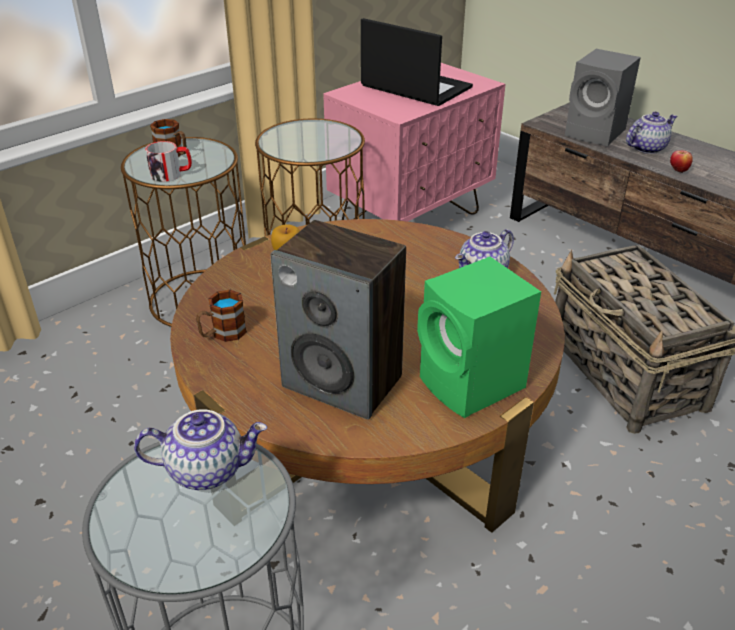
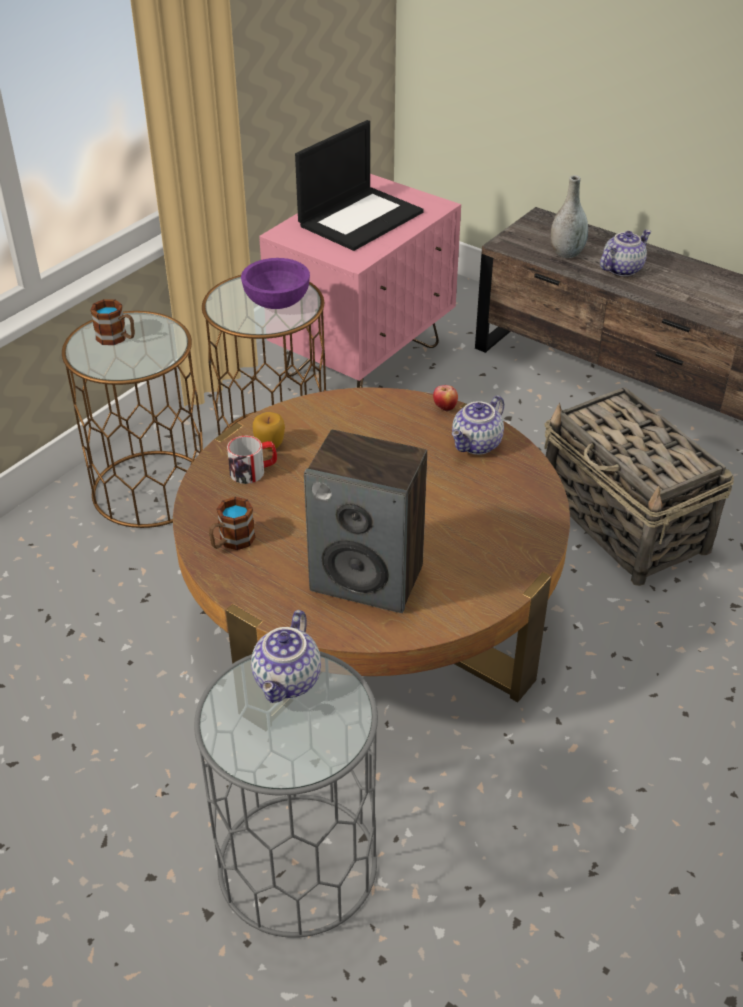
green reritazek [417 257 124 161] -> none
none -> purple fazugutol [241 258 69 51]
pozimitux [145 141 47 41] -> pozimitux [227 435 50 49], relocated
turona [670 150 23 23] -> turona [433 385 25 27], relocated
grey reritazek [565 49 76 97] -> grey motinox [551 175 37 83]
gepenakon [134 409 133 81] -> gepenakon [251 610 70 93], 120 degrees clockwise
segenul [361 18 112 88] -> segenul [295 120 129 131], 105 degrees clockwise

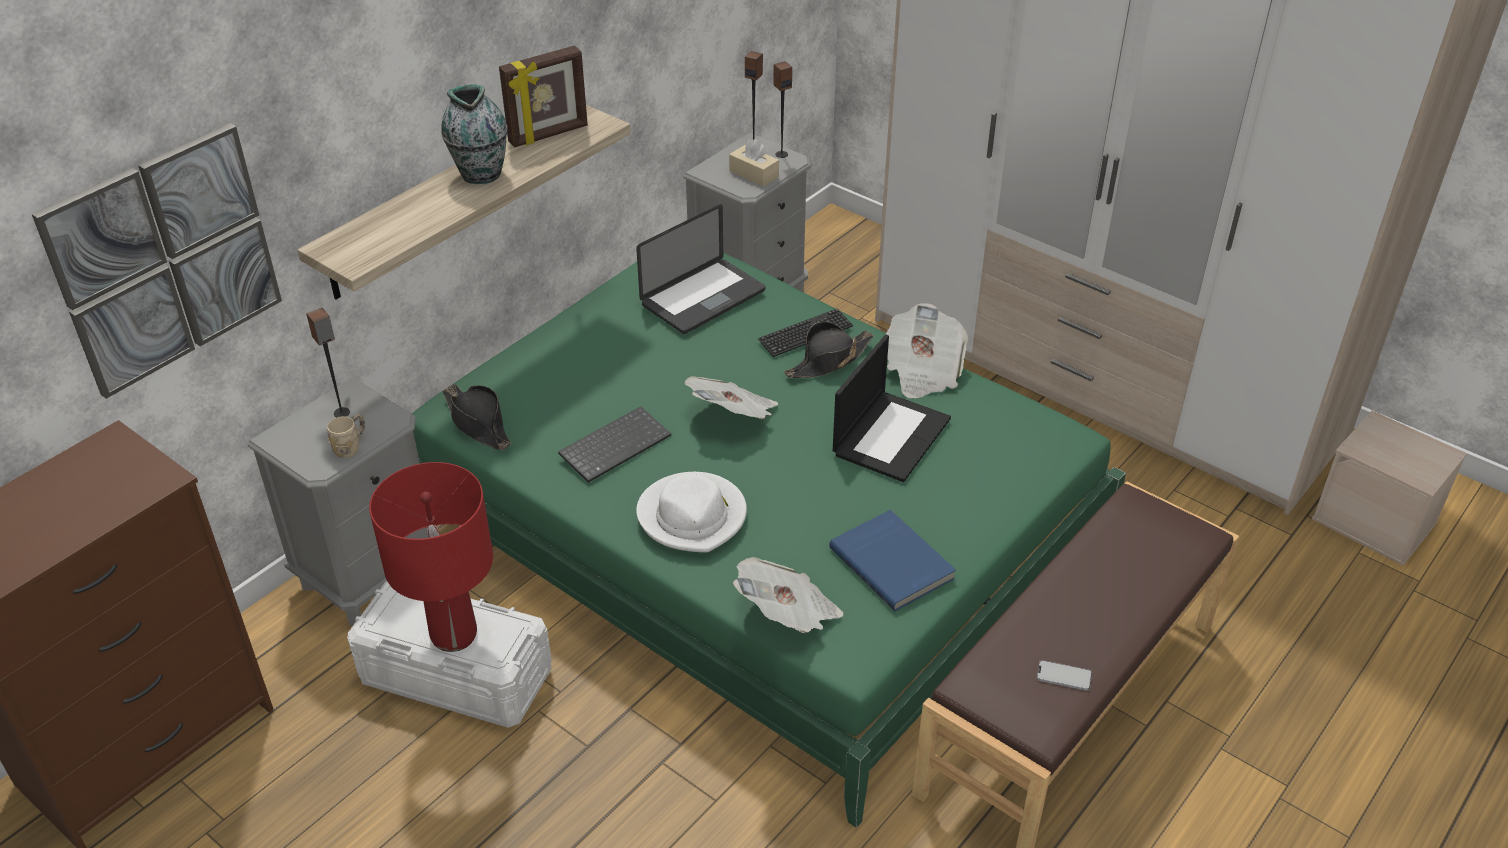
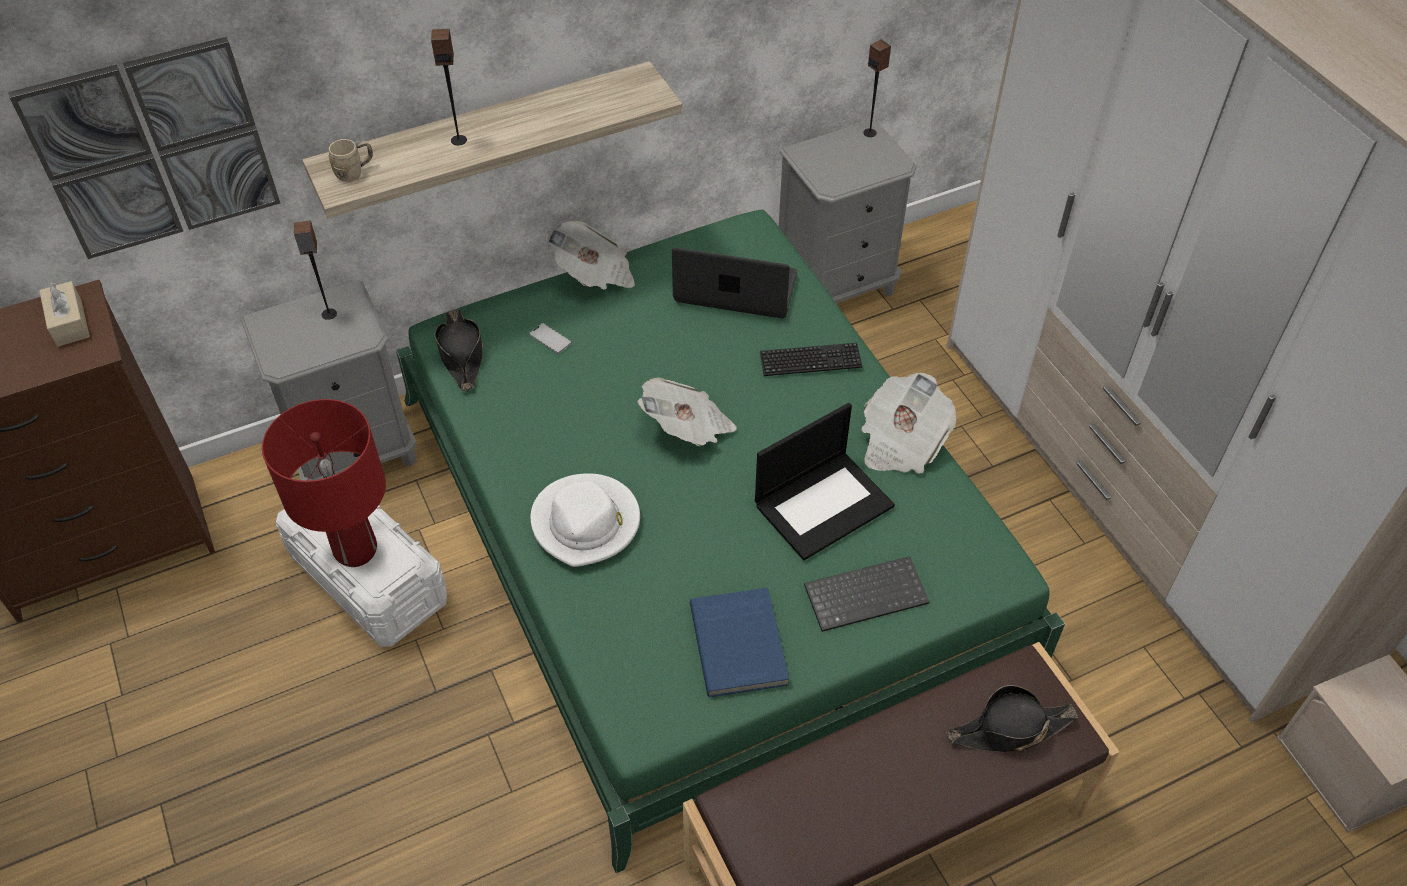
motinox [441 84 66 100] -> none
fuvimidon [499 46 89 101] -> none
beige pozimitux [327 414 38 44] -> beige pozimitux [329 139 44 43], relocated
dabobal [558 406 113 77] -> dabobal [804 556 126 76], relocated
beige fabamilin [729 139 50 48] -> beige fabamilin [39 281 51 66], relocated
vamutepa [733 557 110 76] -> vamutepa [547 221 88 69], relocated
reritazek [773 61 19 97] -> reritazek [431 29 36 116], relocated
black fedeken [785 321 88 57] -> black fedeken [946 685 132 67], relocated
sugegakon [1037 660 55 31] -> sugegakon [529 323 43 31], relocated
segenul [636 204 129 130] -> segenul [672 247 125 71], 150 degrees counterclockwise

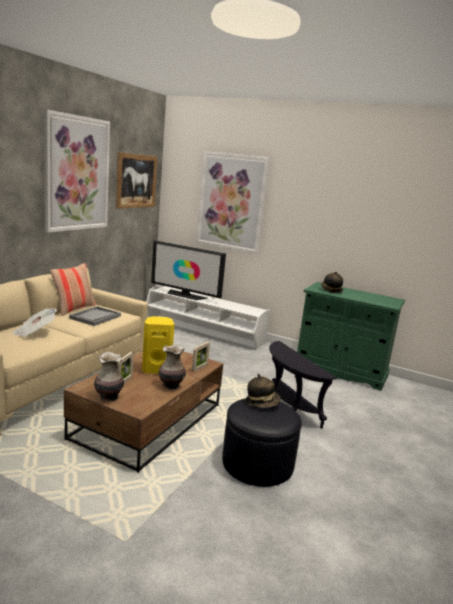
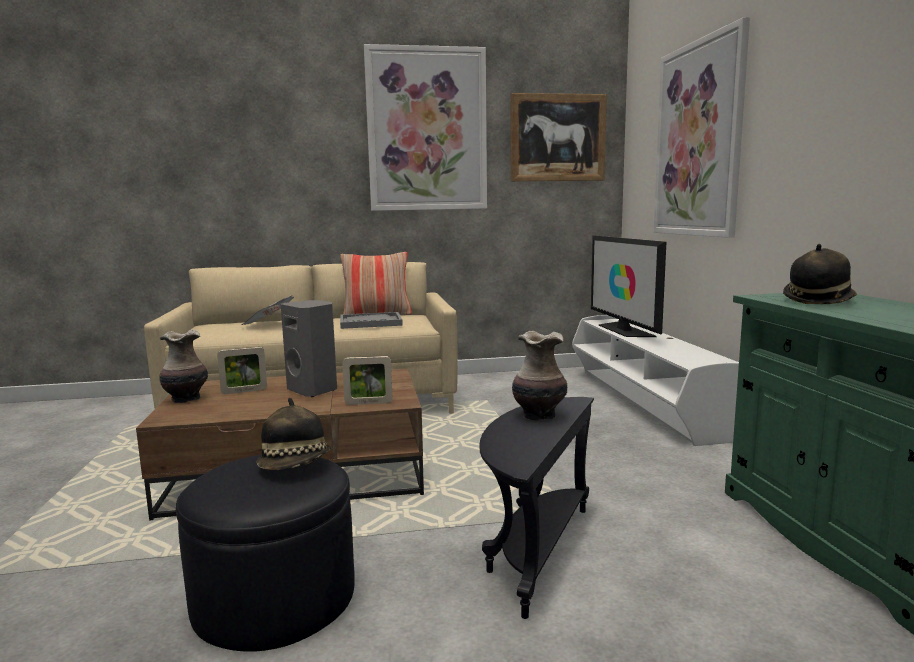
motinox [159 344 27 46] -> motinox [512 331 55 90], relocated
yellow reritazek [142 316 33 58] -> grey reritazek [281 300 56 97]

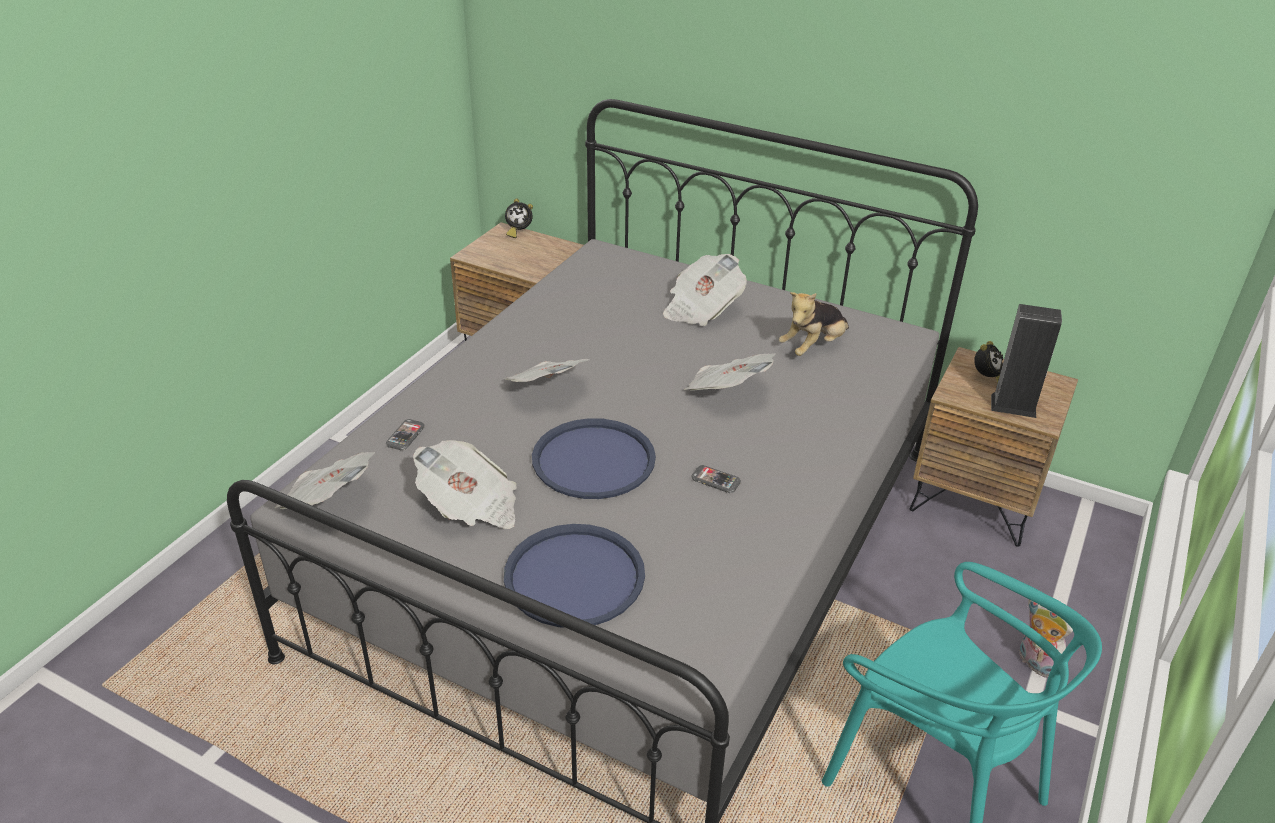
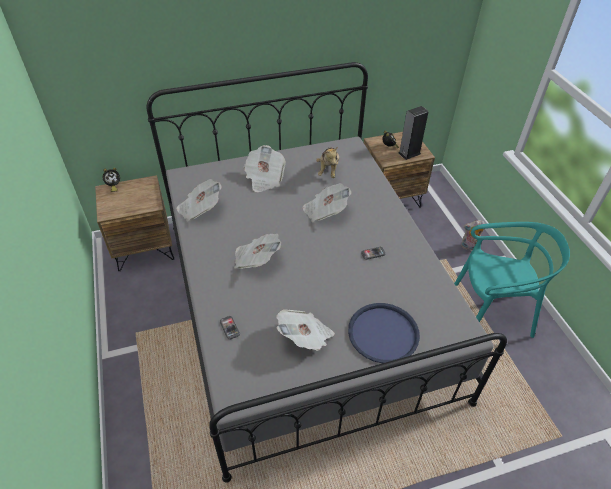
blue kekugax [532 418 124 81] -> none
vamutepa [275 452 100 57] -> vamutepa [177 179 45 43], relocated

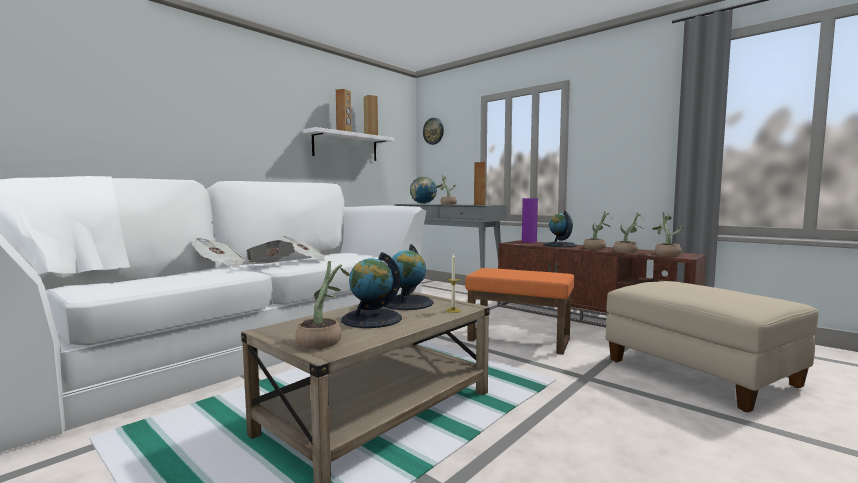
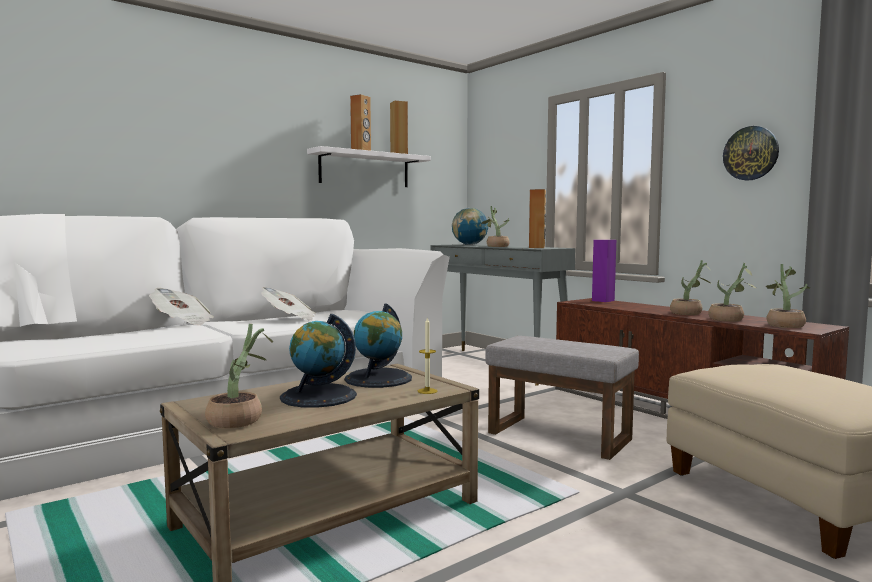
vamutepa [246 240 49 23] -> none
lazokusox [544 210 33 37] -> none
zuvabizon [423 118 21 27] -> zuvabizon [723 126 56 54], relocated
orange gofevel [465 268 109 87] -> grey gofevel [486 336 153 124]

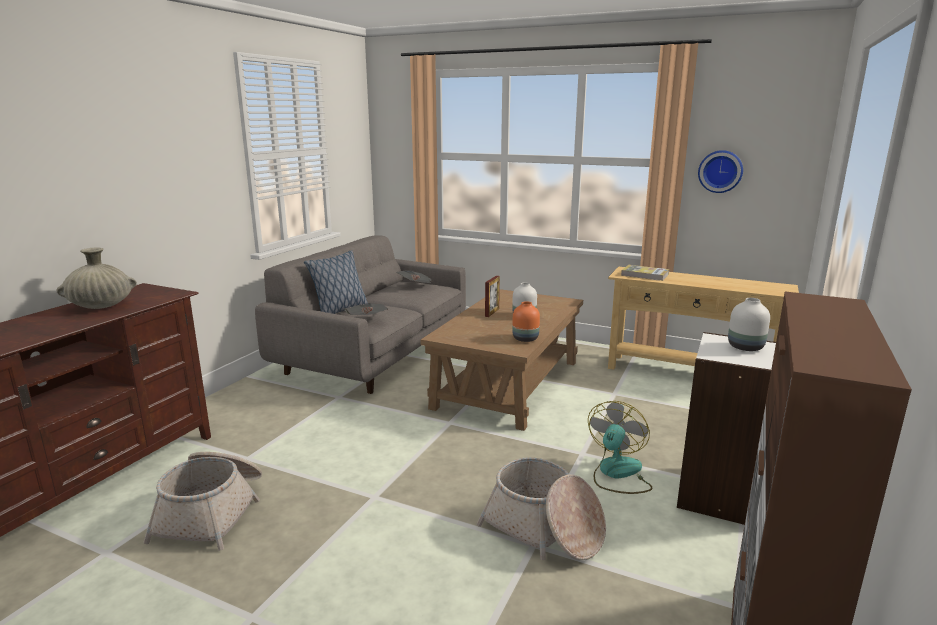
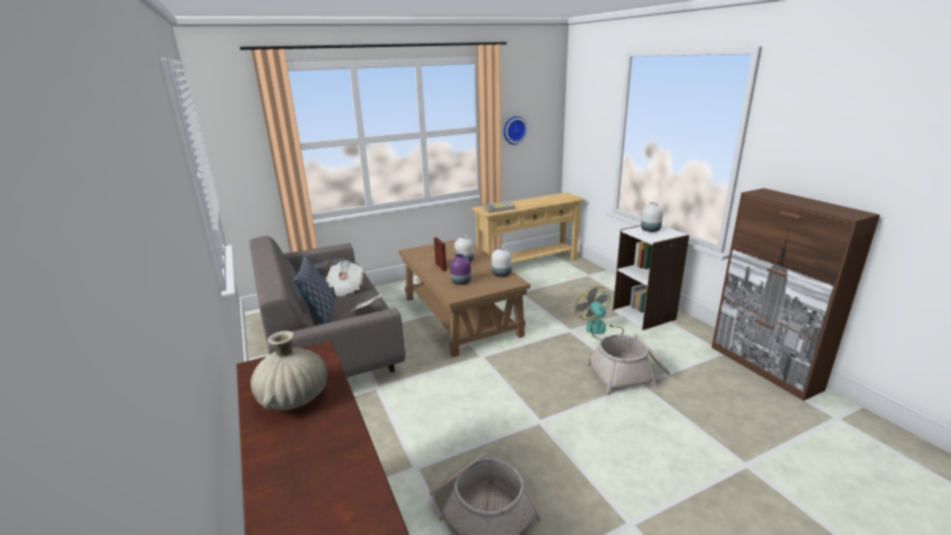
none -> vamutepa [326 260 37 36]
none -> purple motinox [450 254 21 31]
orange motinox [512 301 28 41] -> white motinox [491 247 21 30]

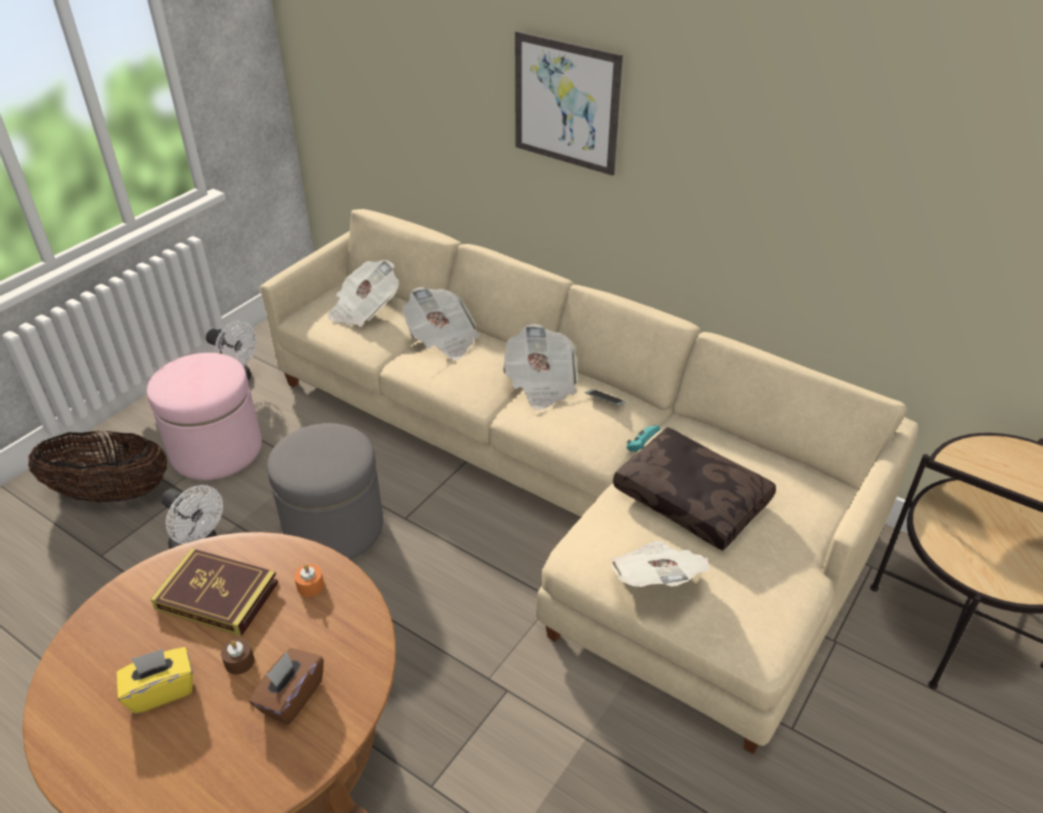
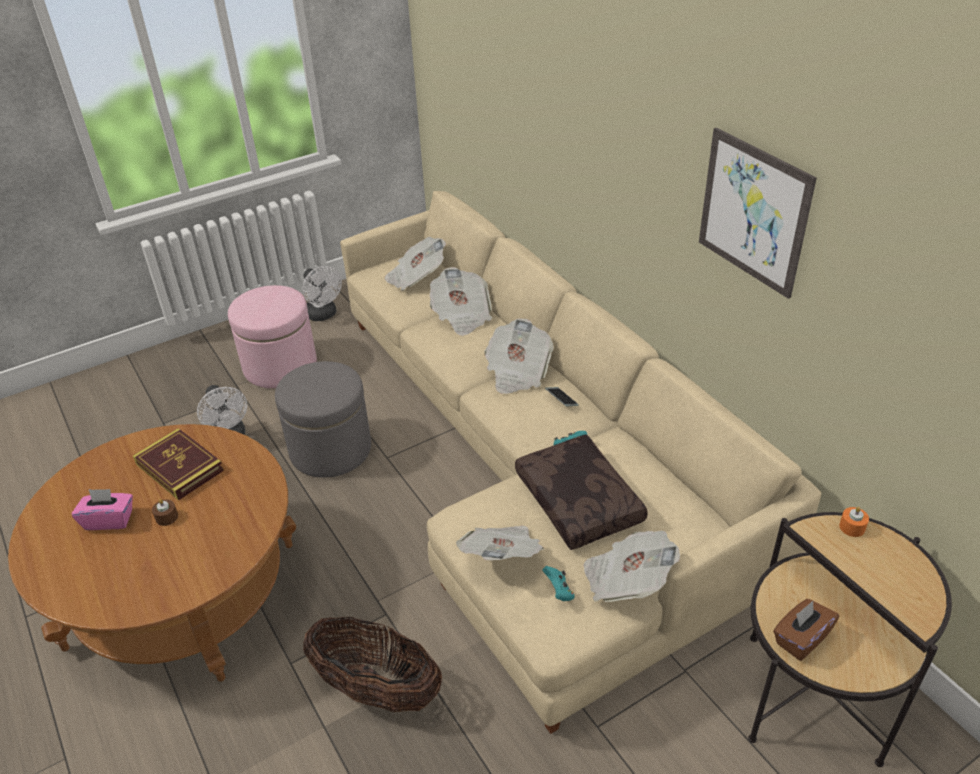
none -> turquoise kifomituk [542 566 33 35]
none -> vamutepa [583 531 97 71]
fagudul [28 431 139 72] -> fagudul [303 616 139 96], relocated
brown fabamilin [249 648 75 77] -> brown fabamilin [773 599 66 62], relocated
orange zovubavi [294 564 30 33] -> orange zovubavi [839 507 30 30], relocated
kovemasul [515 31 108 145] -> kovemasul [699 128 118 171], relocated
yellow fabamilin [117 647 76 67] -> pink fabamilin [71 489 62 41]

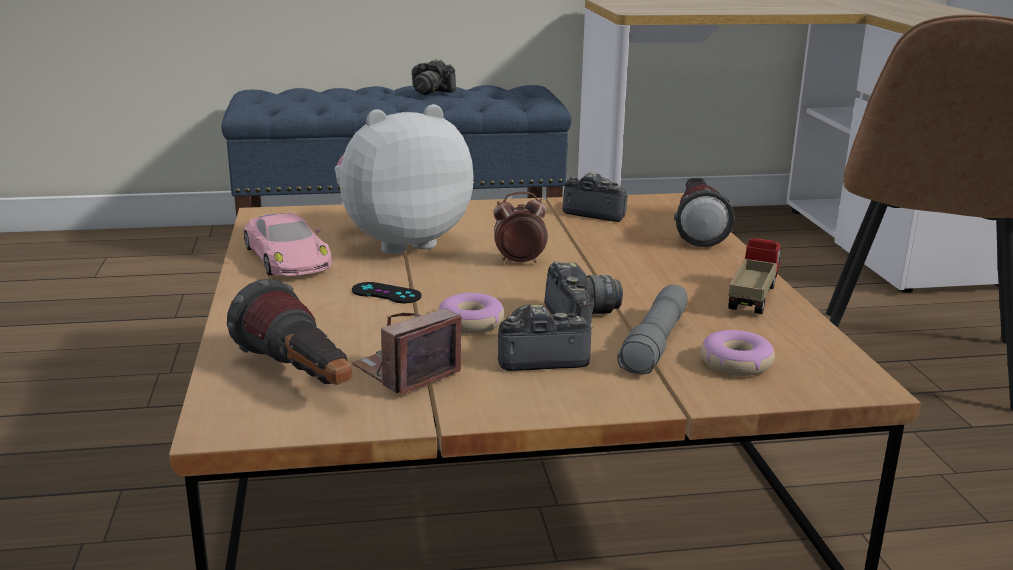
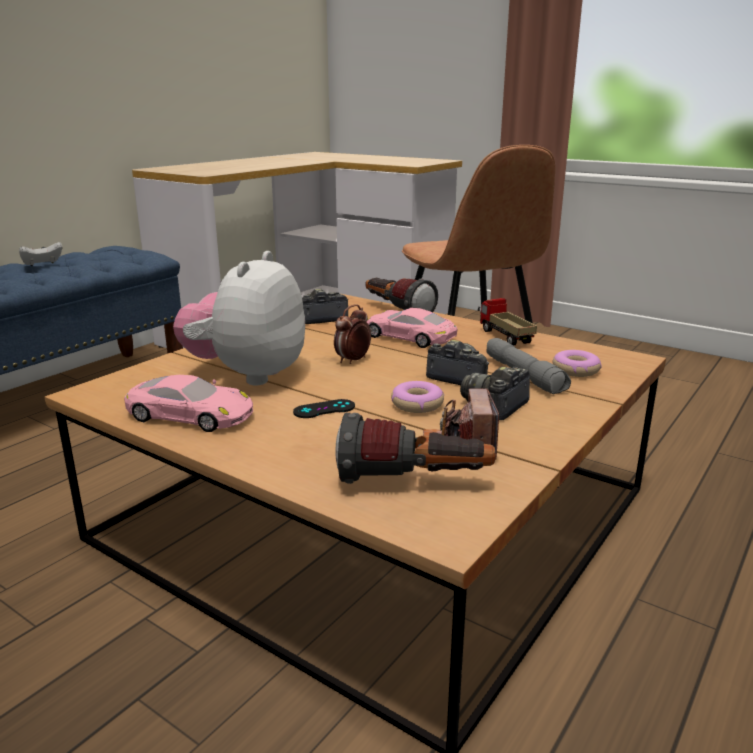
none -> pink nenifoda [367 308 90 40]
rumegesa [411 59 45 36] -> white kifomituk [19 242 44 24]

